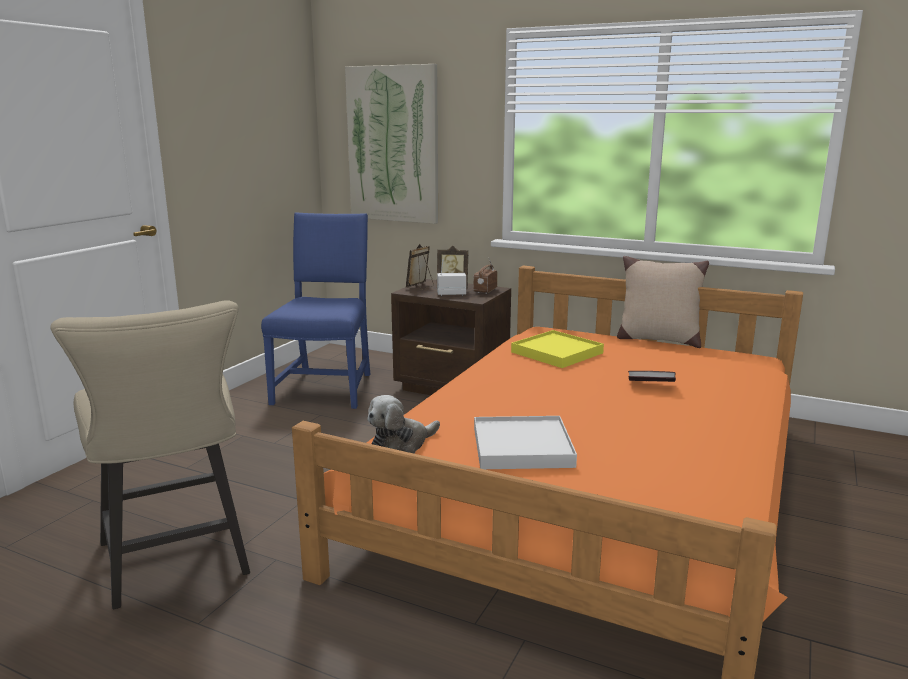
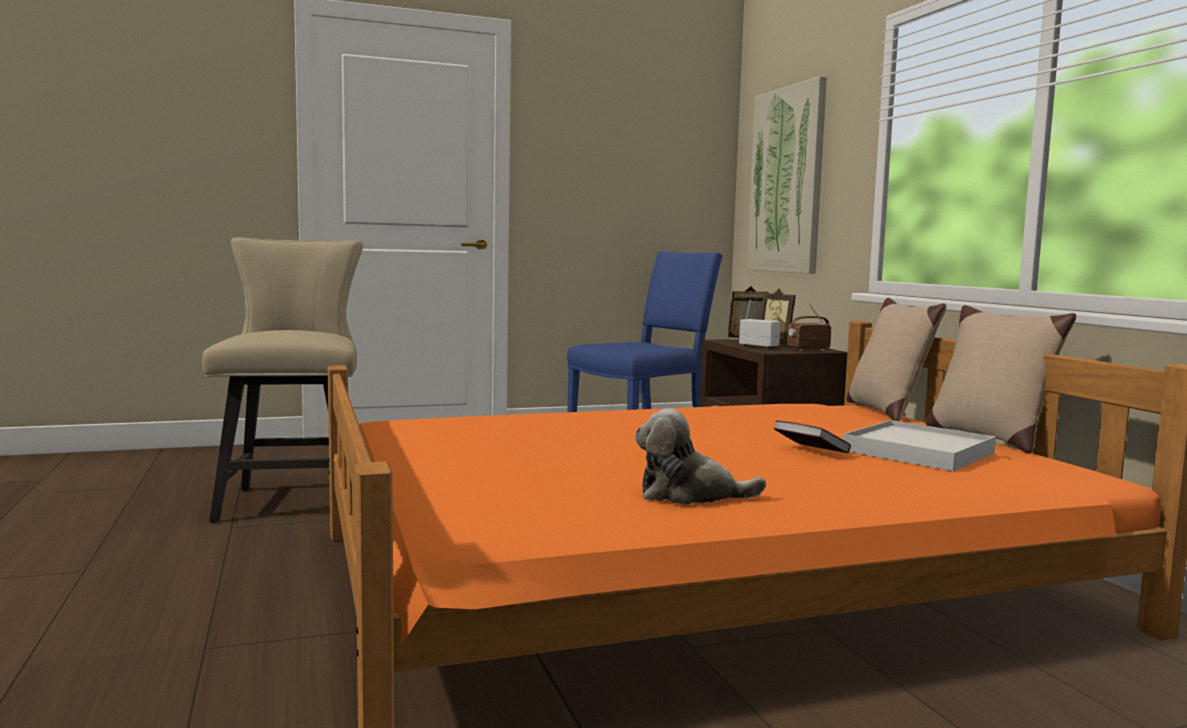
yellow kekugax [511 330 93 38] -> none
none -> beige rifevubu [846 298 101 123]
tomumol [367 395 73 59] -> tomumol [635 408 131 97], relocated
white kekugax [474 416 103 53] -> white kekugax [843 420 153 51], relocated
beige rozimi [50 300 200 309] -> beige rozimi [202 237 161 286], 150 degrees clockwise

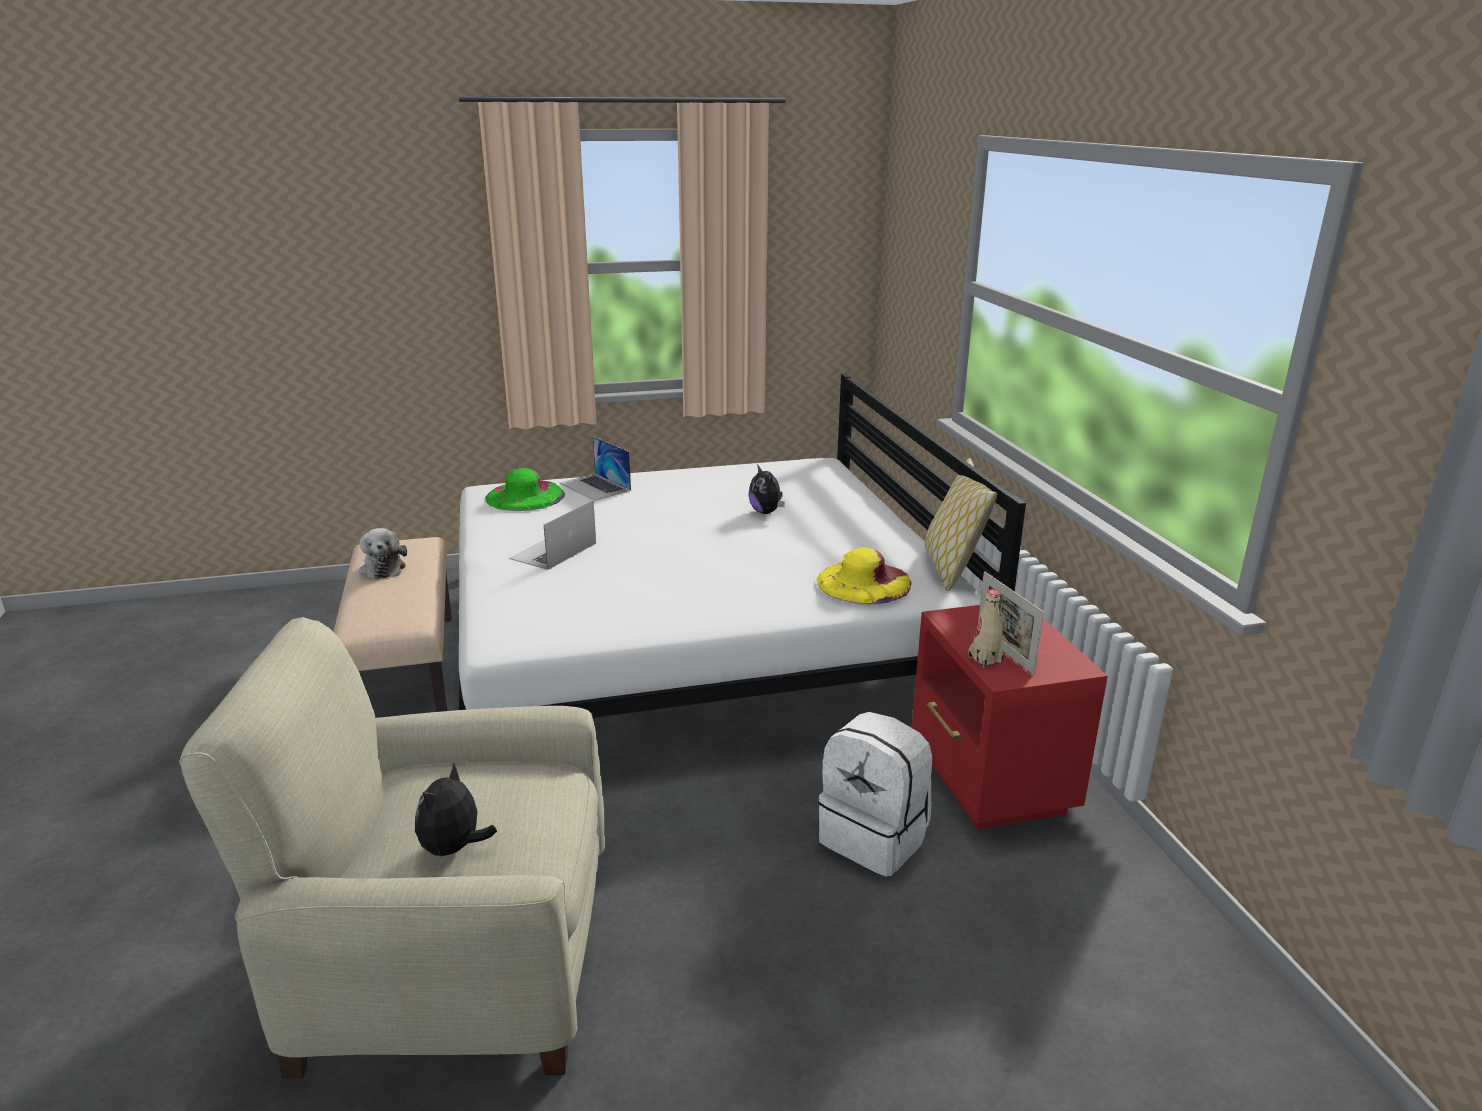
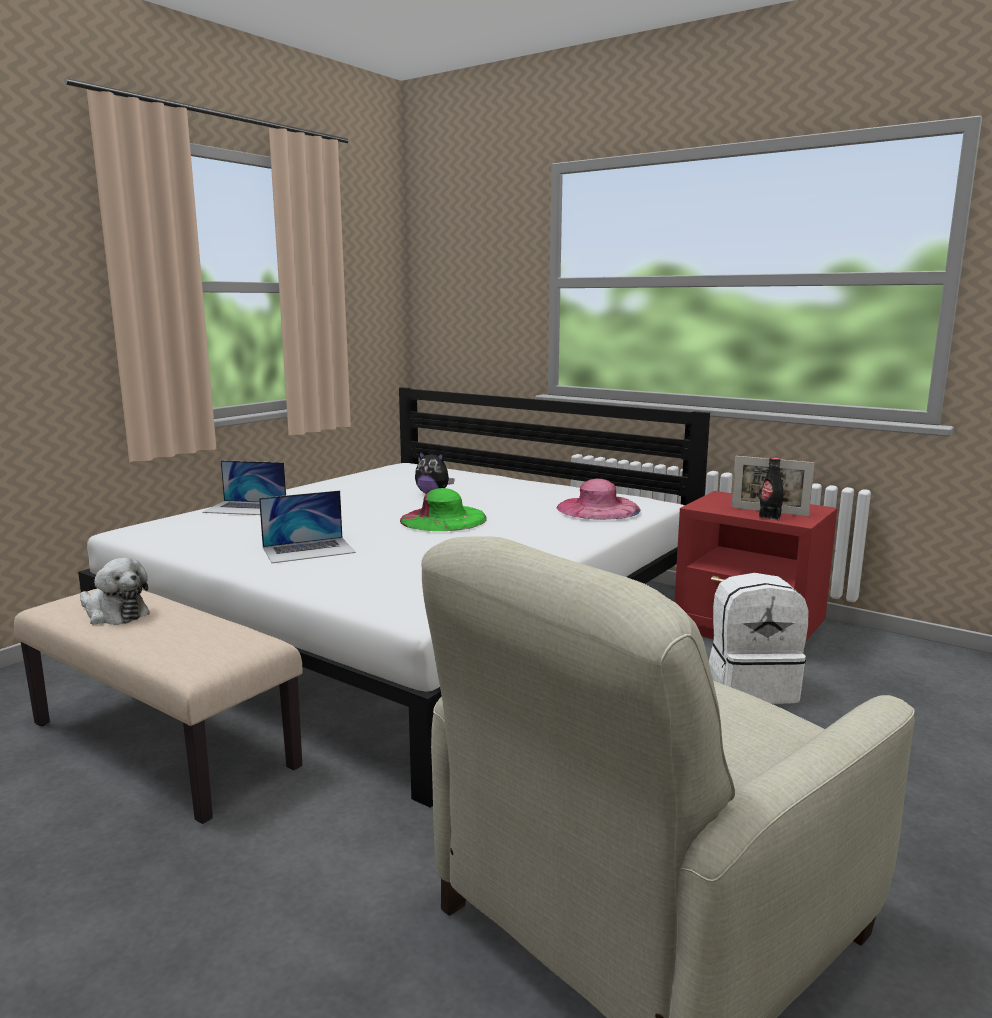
tomumol [415 764 82 92] -> none
rifevubu [925 458 72 133] -> none
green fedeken [485 468 80 43] -> green fedeken [400 488 87 43], relocated
yellow fedeken [816 547 95 57] -> pink fedeken [557 479 84 41]
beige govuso [968 590 36 78] -> black govuso [759 458 25 62]
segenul [509 500 87 70] -> segenul [259 490 97 73], 105 degrees counterclockwise

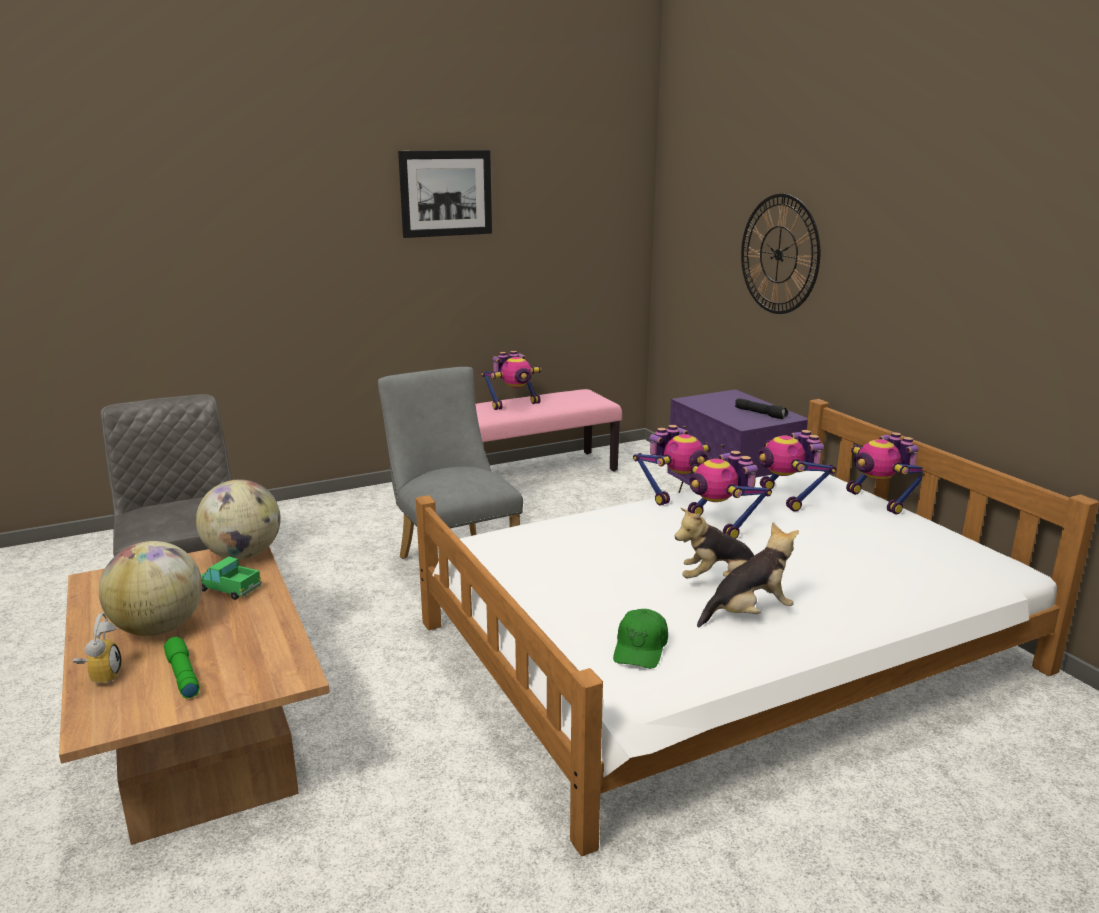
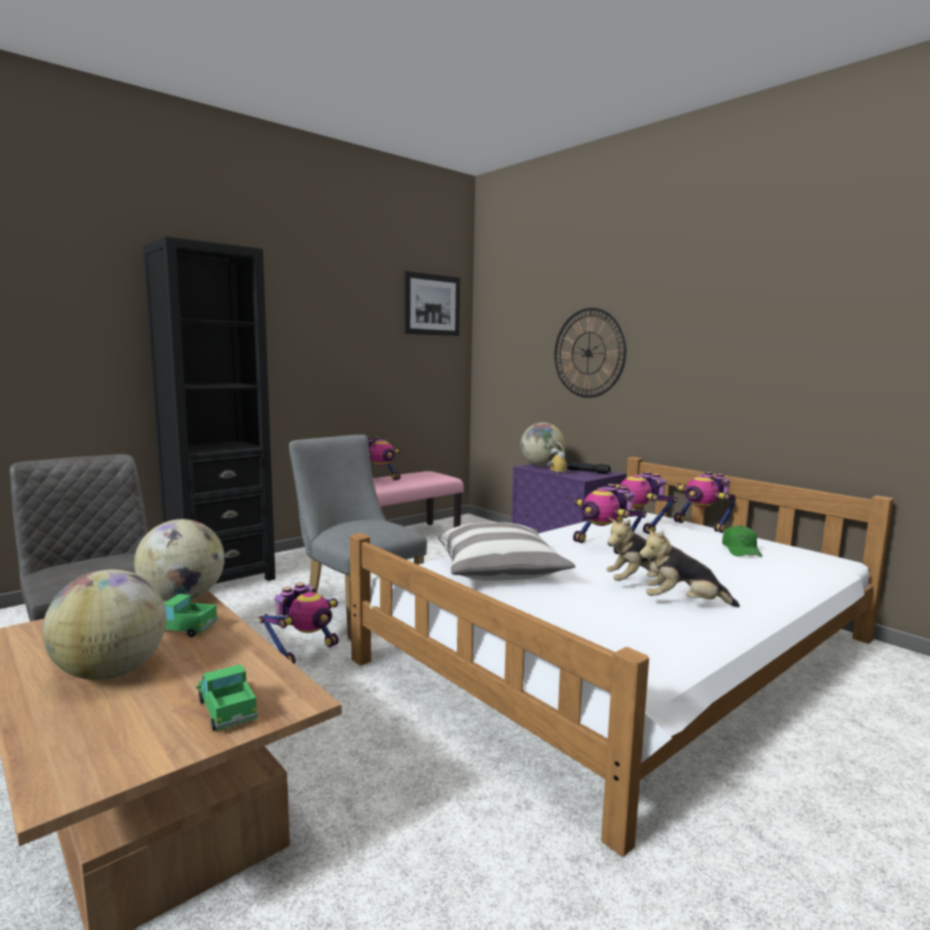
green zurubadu [164 637 35 61] -> none
none -> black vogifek [143 236 132 348]
none -> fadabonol [196 664 62 67]
none -> rifevubu [434 522 141 59]
none -> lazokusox [521 422 44 45]
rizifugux [73 613 49 71] -> rizifugux [547 442 19 31], relocated
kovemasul [398 150 94 88] -> kovemasul [405 271 55 65], relocated
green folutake [613 609 55 60] -> green folutake [722 525 40 32], relocated
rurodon [633 425 77 81] -> rurodon [259 583 80 81], relocated
tomumol [697 522 102 106] -> tomumol [639 528 101 79], 135 degrees counterclockwise

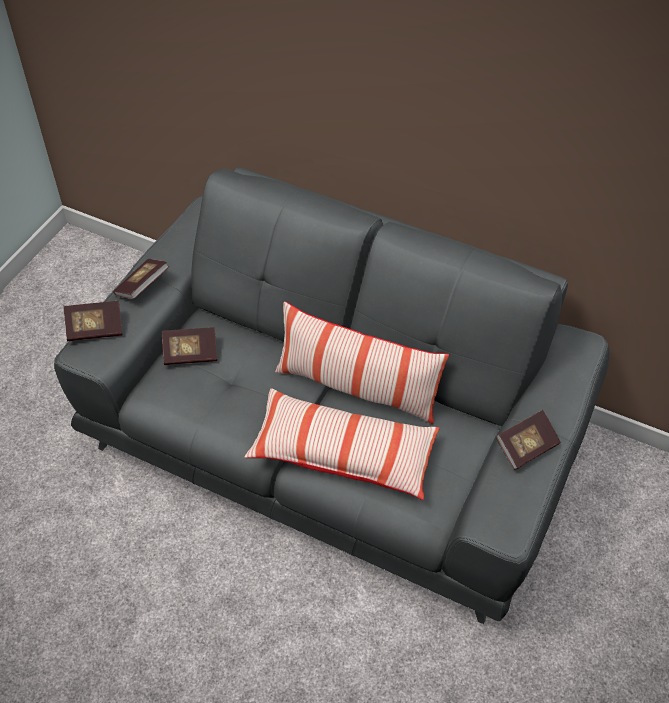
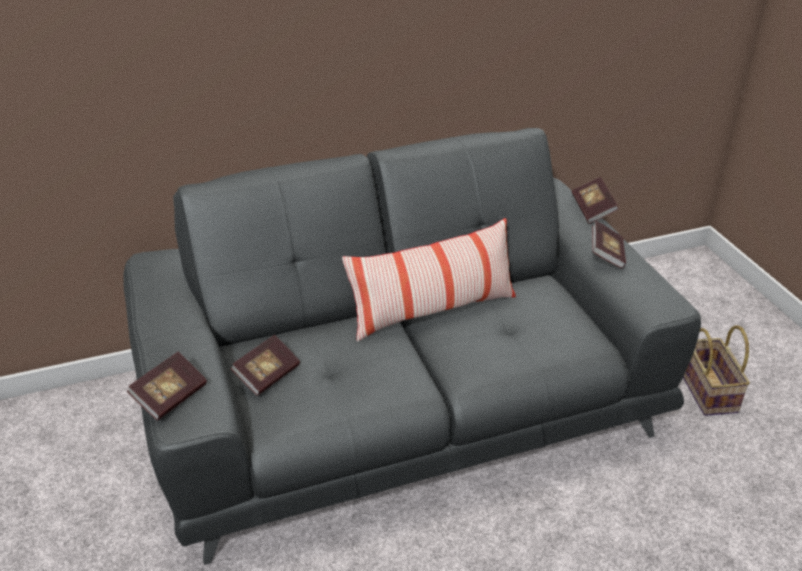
rifevubu [244 388 196 112] -> none
none -> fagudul [683 325 67 91]
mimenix [113 259 57 40] -> mimenix [572 177 47 47], relocated

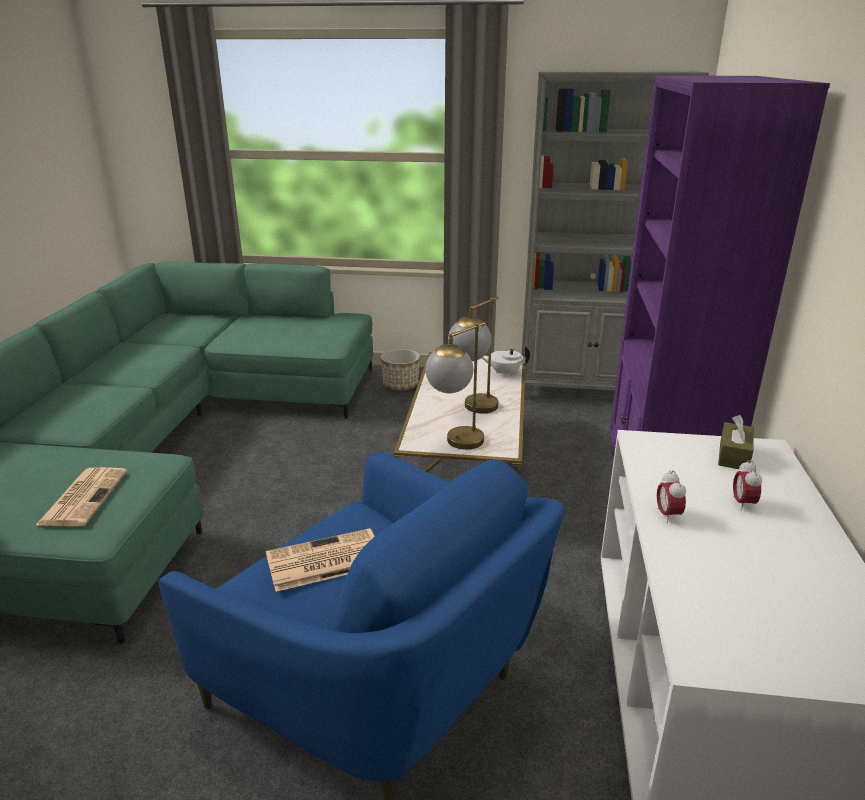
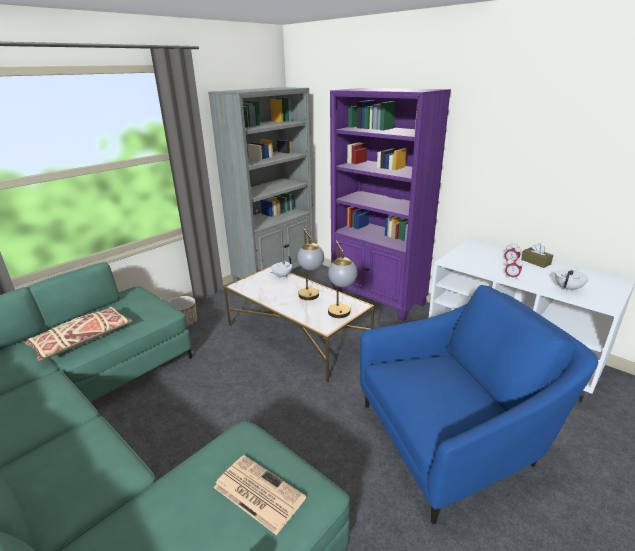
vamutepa [266 528 109 64] -> none
none -> beige rifevubu [24 307 109 54]
none -> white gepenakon [555 268 33 23]
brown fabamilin [718 415 36 54] -> brown fabamilin [521 243 32 25], relocated

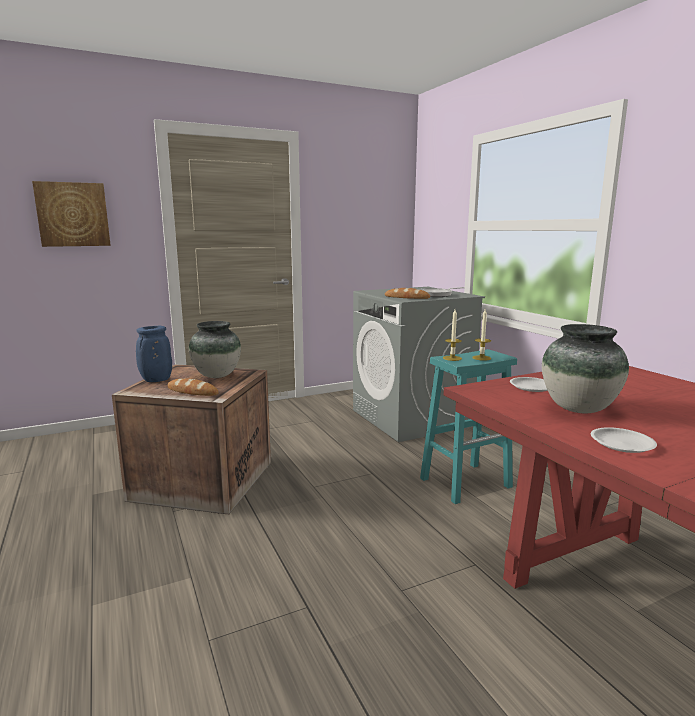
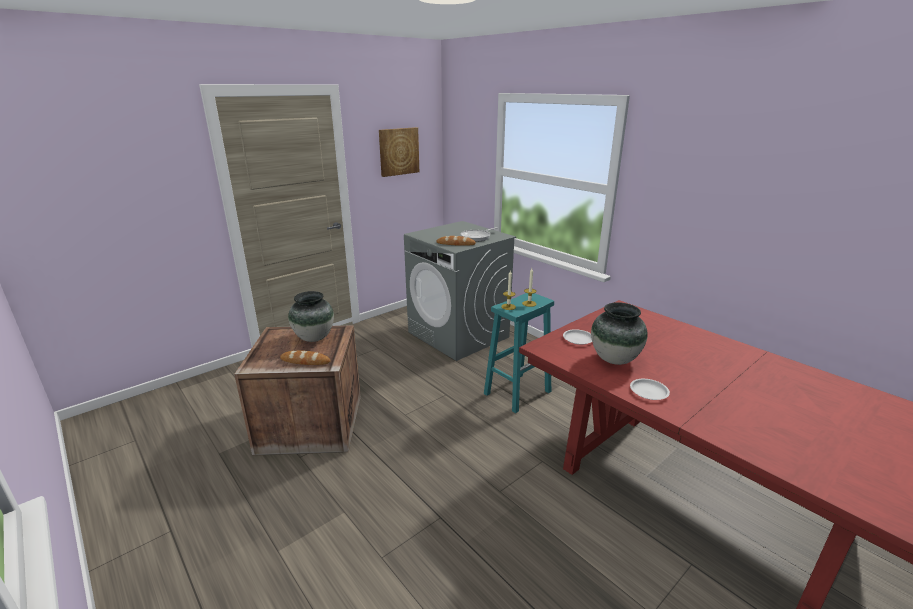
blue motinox [136 326 36 56] -> none
kovemasul [32 181 79 66] -> kovemasul [379 127 40 50], relocated

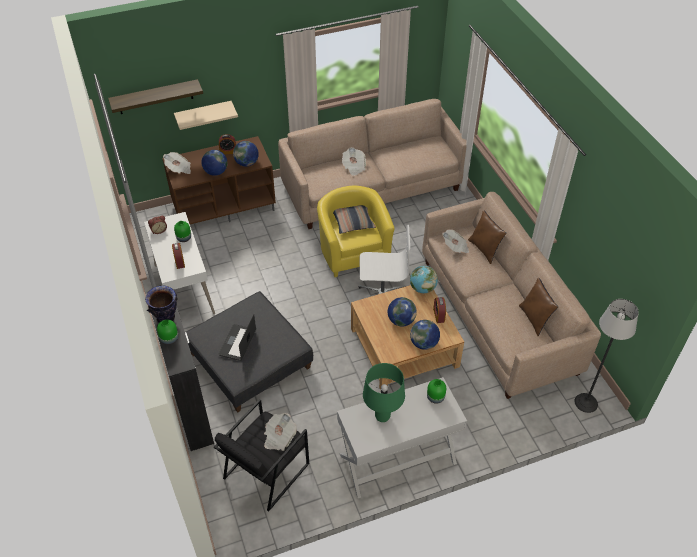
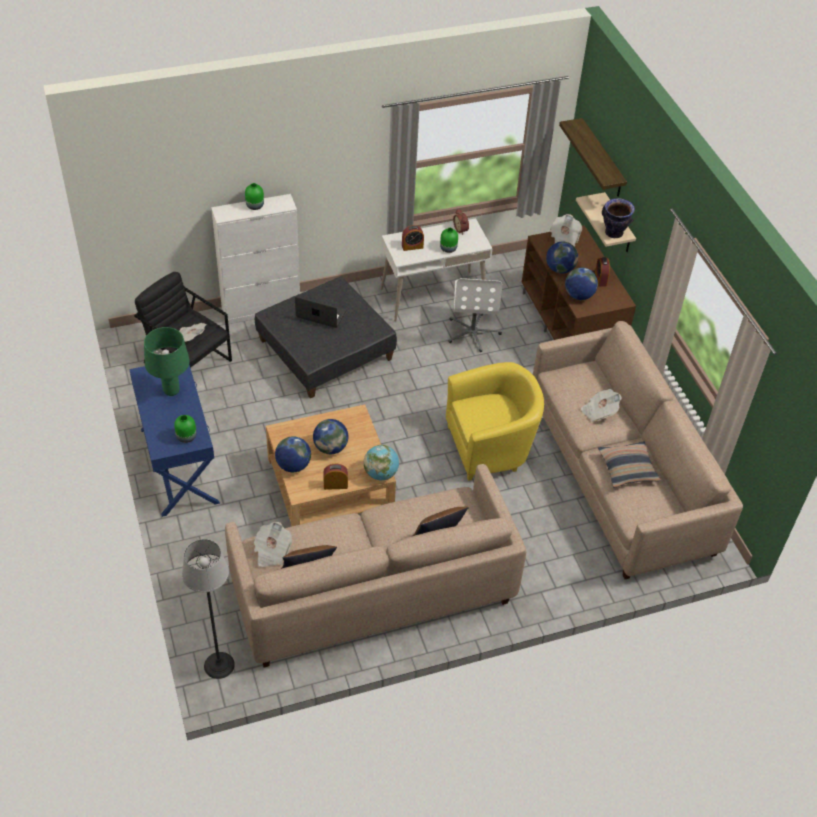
motinox [145 285 32 38] -> motinox [602 198 33 40], relocated
rifevubu [333 205 43 29] -> rifevubu [598 442 63 46], relocated
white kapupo [359 225 51 69] -> white kapupo [448 278 54 74], relocated
vamutepa [442 229 27 24] -> vamutepa [253 522 40 45], relocated
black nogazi [152 307 62 144] -> white nogazi [211 194 89 130]
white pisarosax [337 377 130 121] -> blue pisarosax [129 365 91 152]

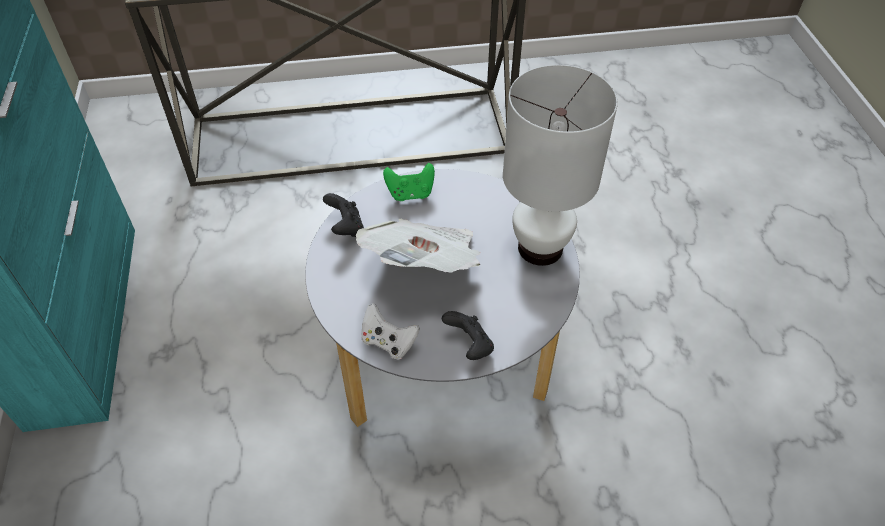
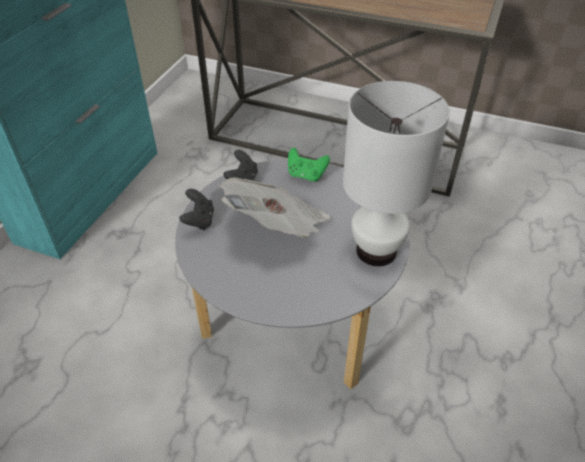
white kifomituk [361 303 59 57] -> none
black kifomituk [442 311 52 49] -> black kifomituk [179 189 35 41], relocated

